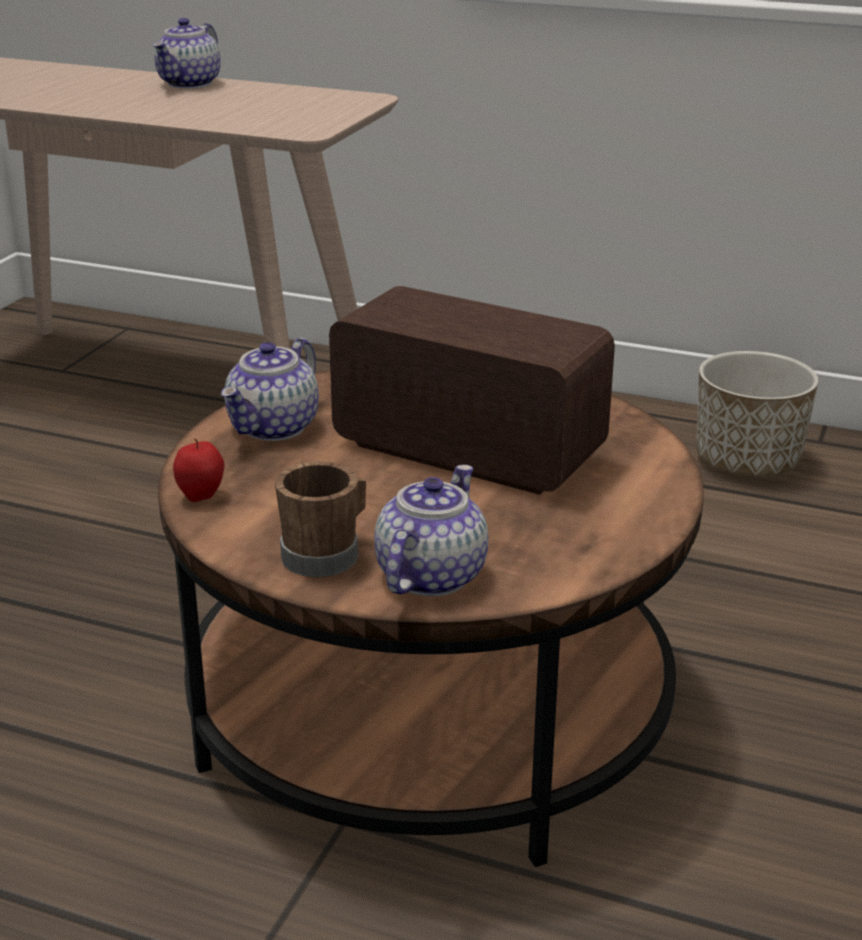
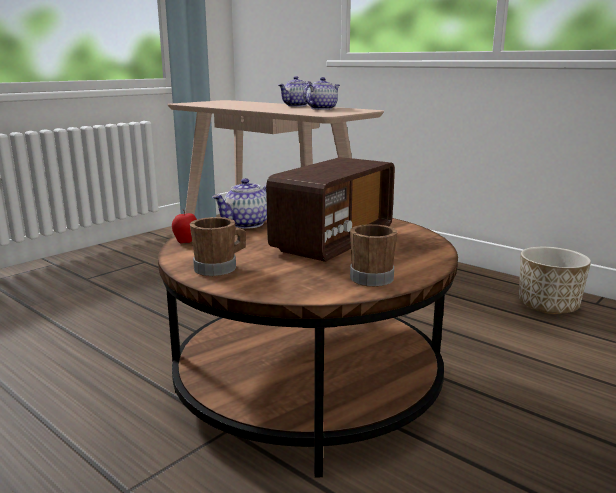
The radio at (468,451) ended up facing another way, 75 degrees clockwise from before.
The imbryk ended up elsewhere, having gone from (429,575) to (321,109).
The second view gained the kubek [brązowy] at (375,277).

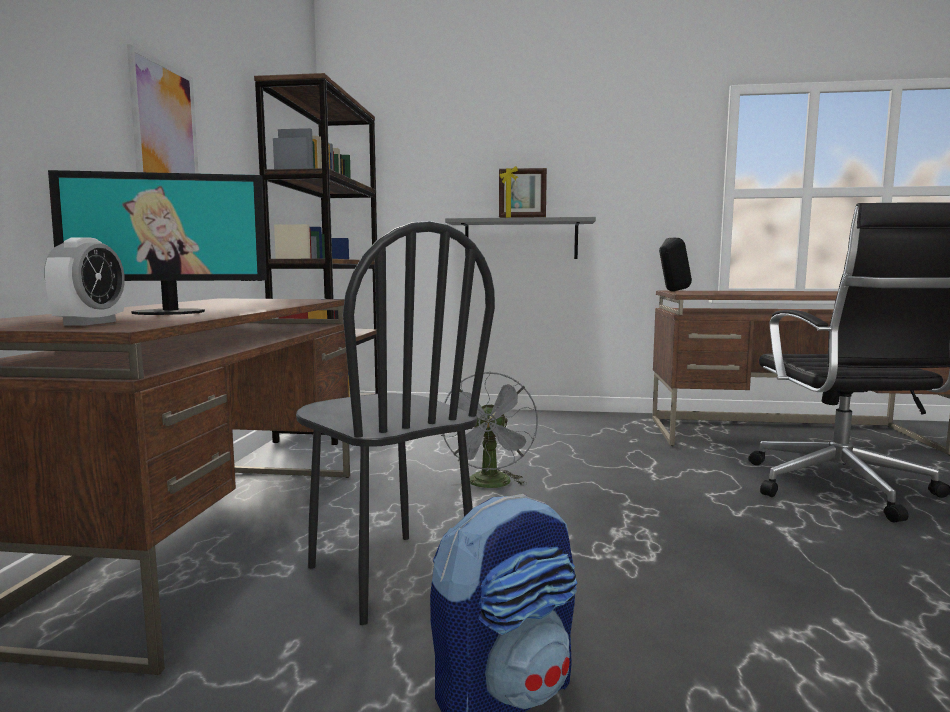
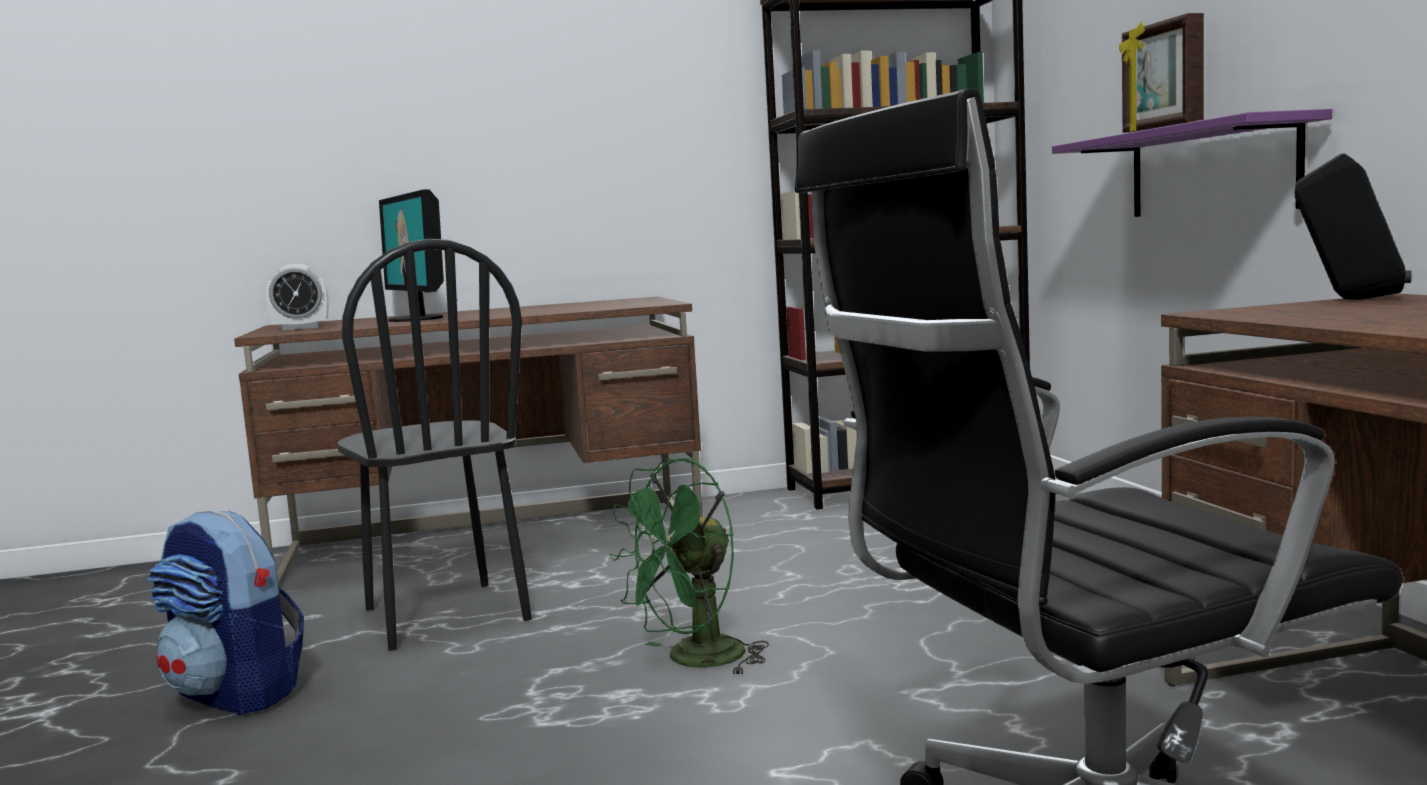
The second view lost the obraz at (165,124).
The krzesło [czarny] at (389,574) ended up facing another way, 60 degrees counterclockwise from before.
The second view lost the wentylator [szary] at (491,485).
What was the półka [szary] at (521,239) turned into the półka [fioletowy] at (1211,170).
The second view gained the wentylator [zielony] at (694,661).

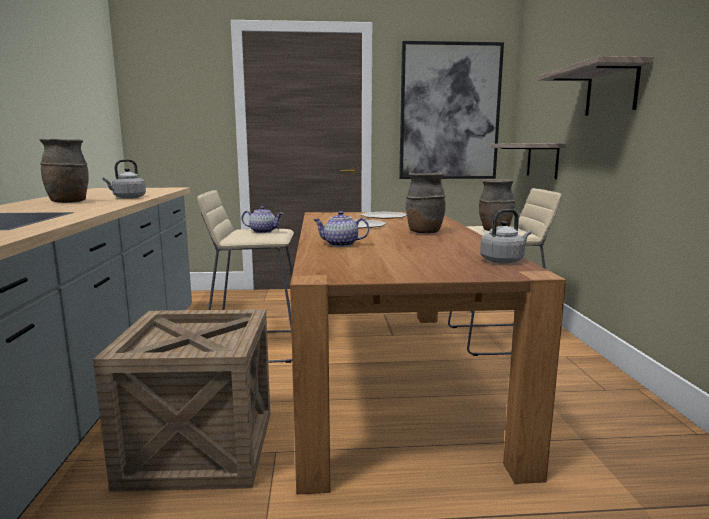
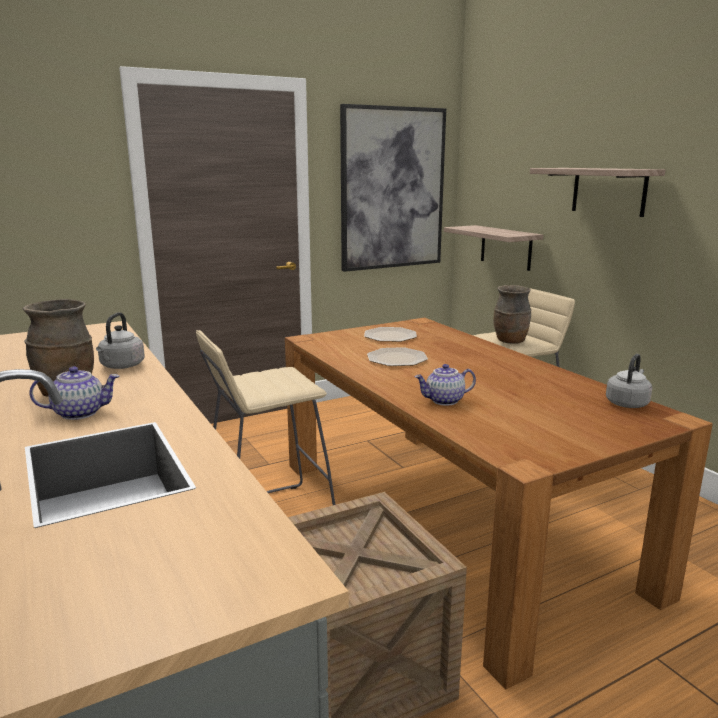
The imbryk ended up elsewhere, having gone from (263,231) to (80,413).
The second view lost the wazon [brązowy] at (424,232).

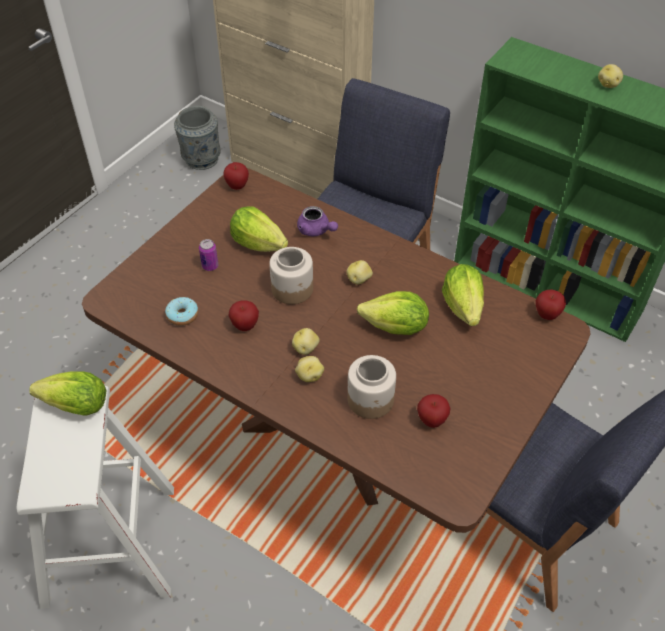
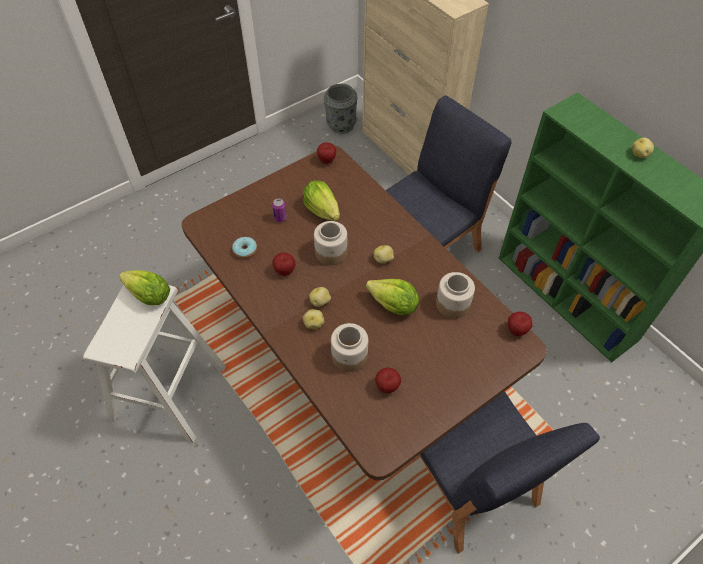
The second view lost the imbryk [fioletowy] at (316,230).
Where the sałata stood at (463,306), the słoik came to stand at (453,304).

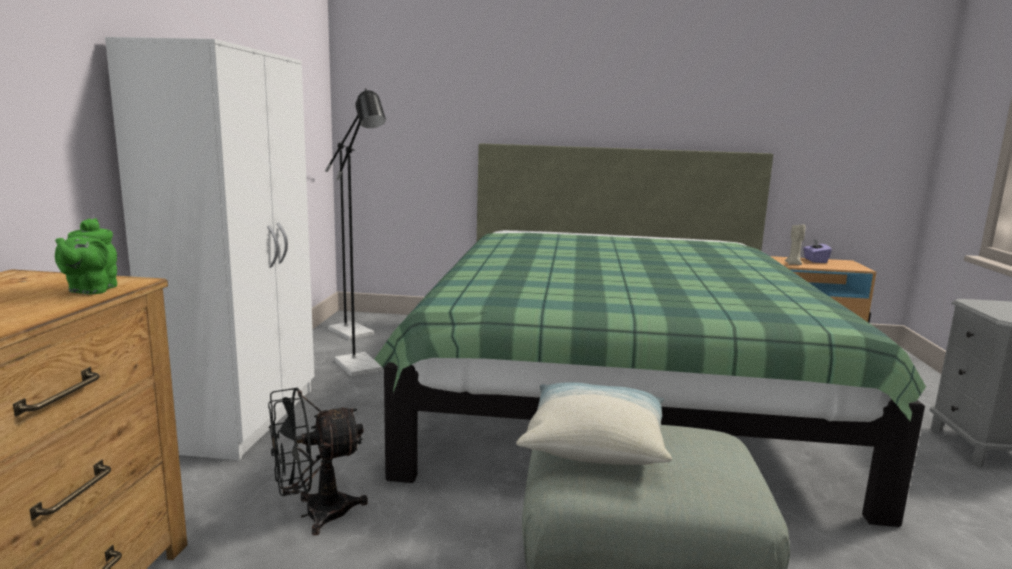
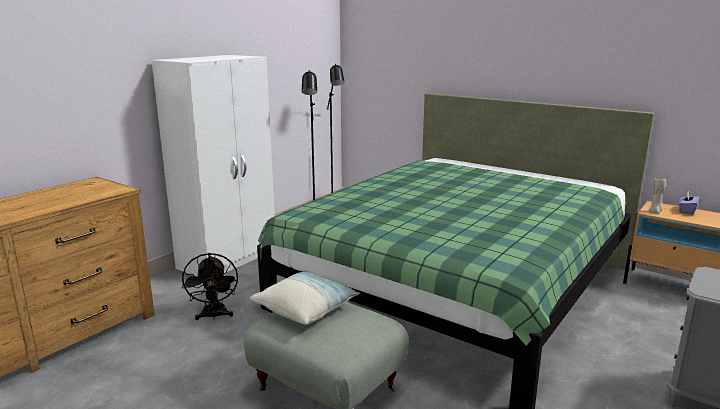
The second view lost the imbryk [zielony] at (91,290).
The wentylator [czarny] at (315,514) ended up facing another way, 105 degrees counterclockwise from before.

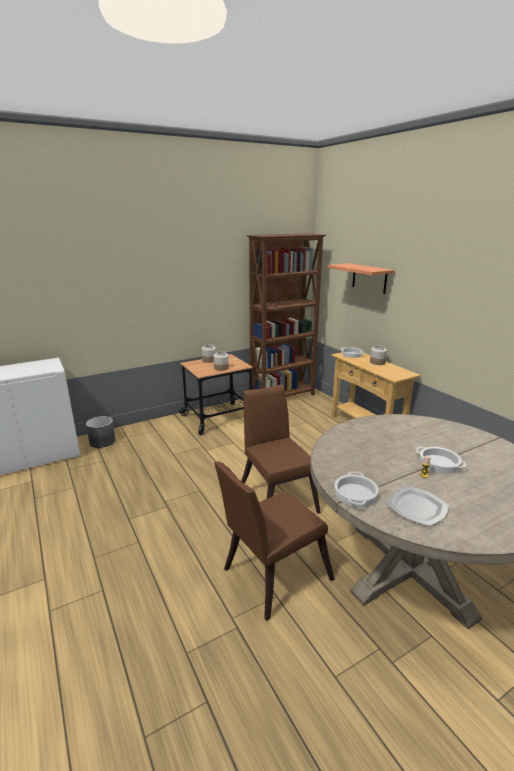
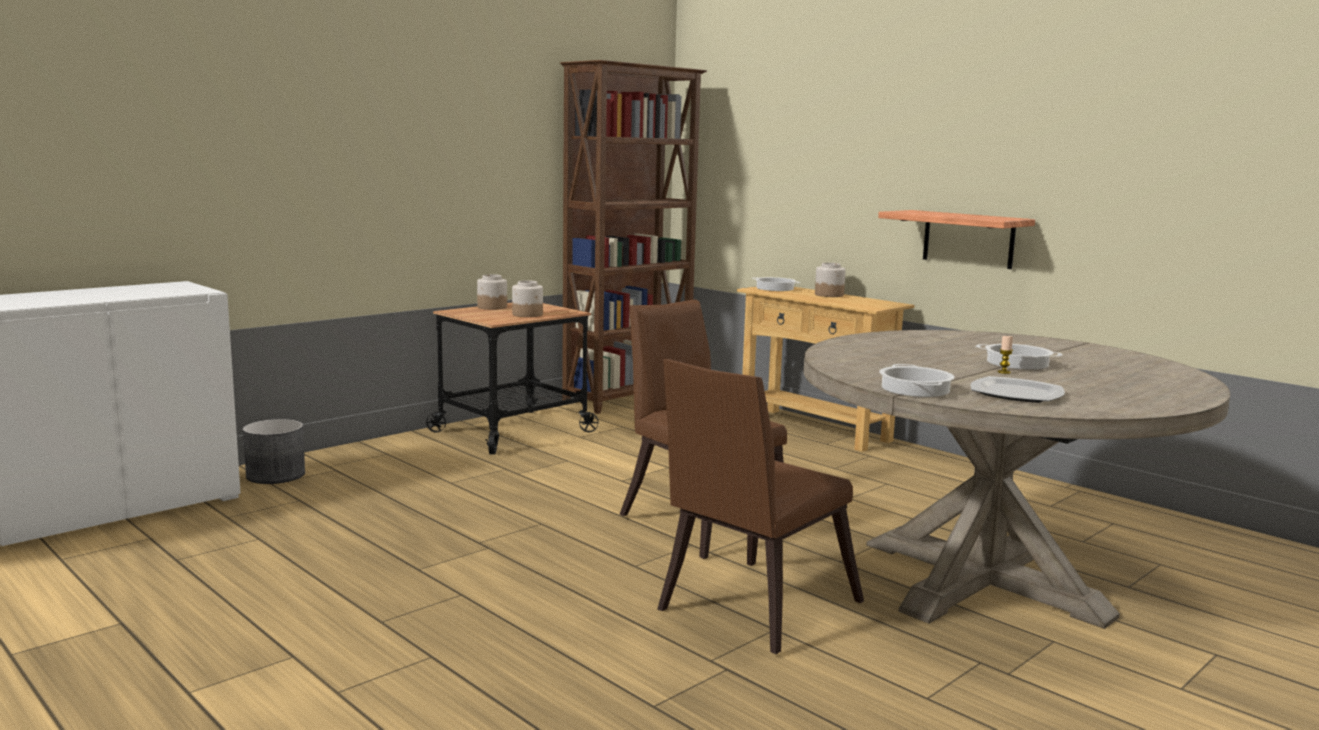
The półka ended up elsewhere, having gone from (369,278) to (968,239).

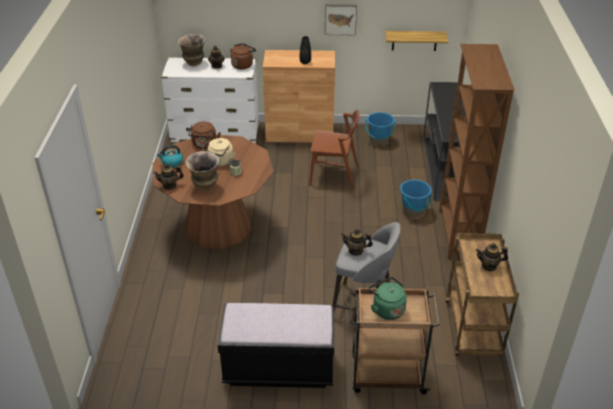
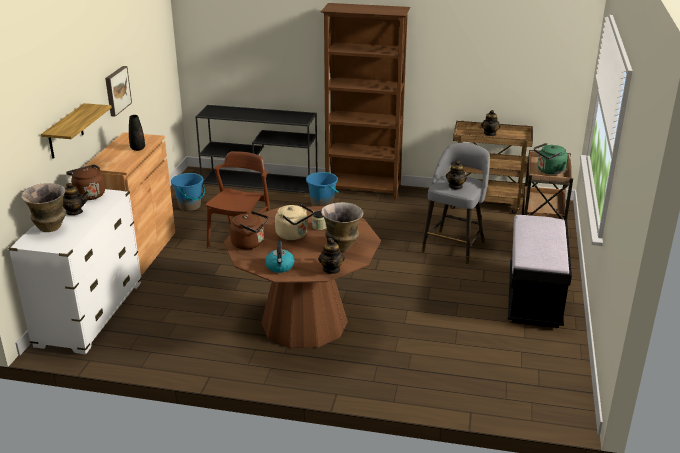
The półka ended up elsewhere, having gone from (414,40) to (65,132).

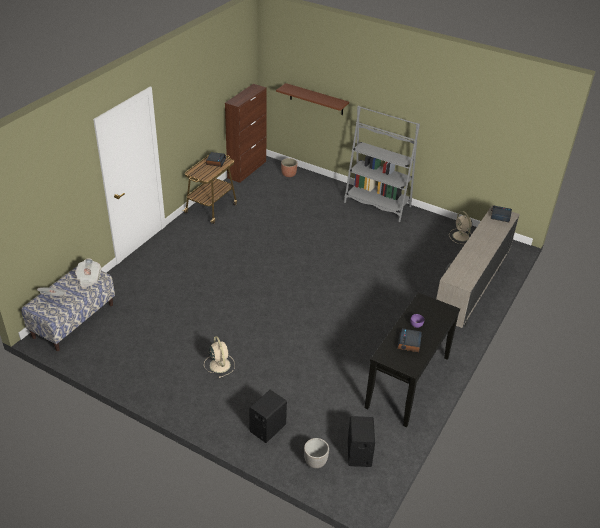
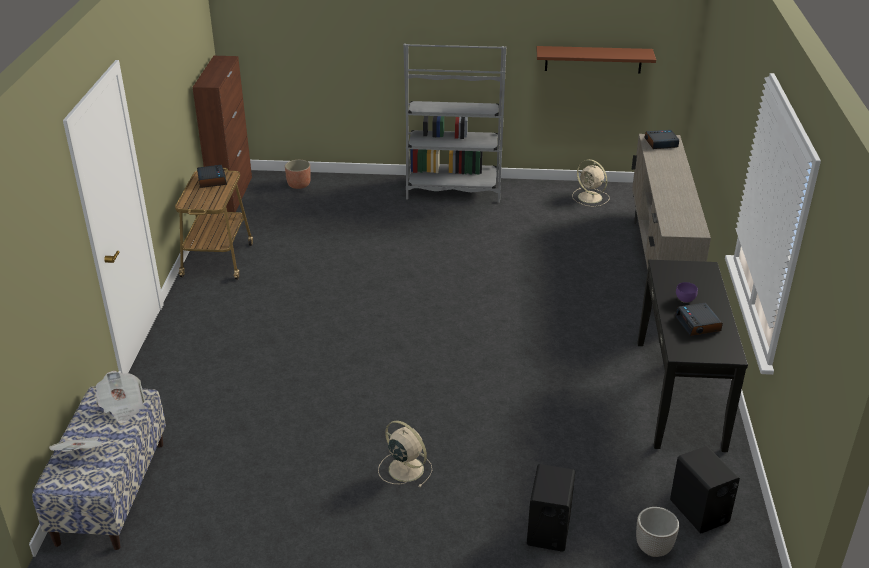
The półka [brązowy] ended up elsewhere, having gone from (316,99) to (593,59).

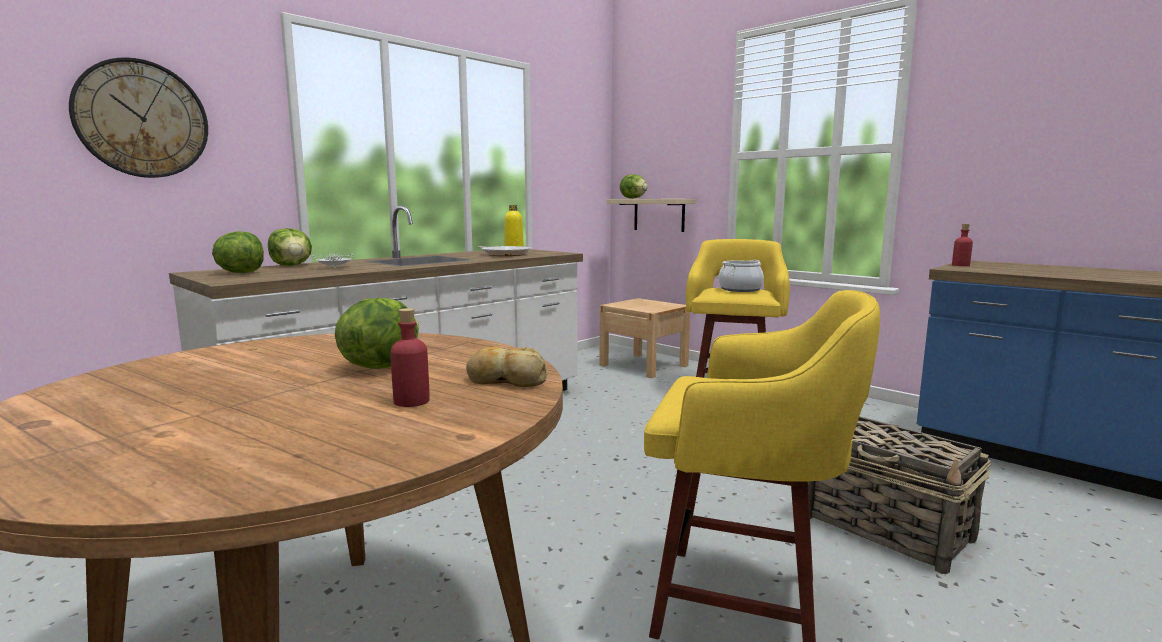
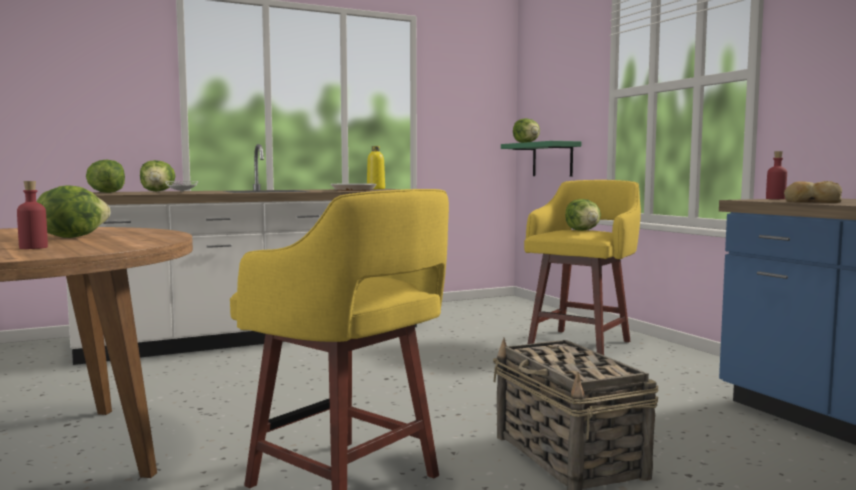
The second view lost the zegar ścienny at (142,119).
The chleb ended up elsewhere, having gone from (506,380) to (811,202).
The second view lost the szafka nocna [beżowy] at (643,365).
What was the półka [beżowy] at (659,215) turned into the półka [zielony] at (552,159).
Where the garnek stood at (740,289), the sałata came to stand at (583,230).

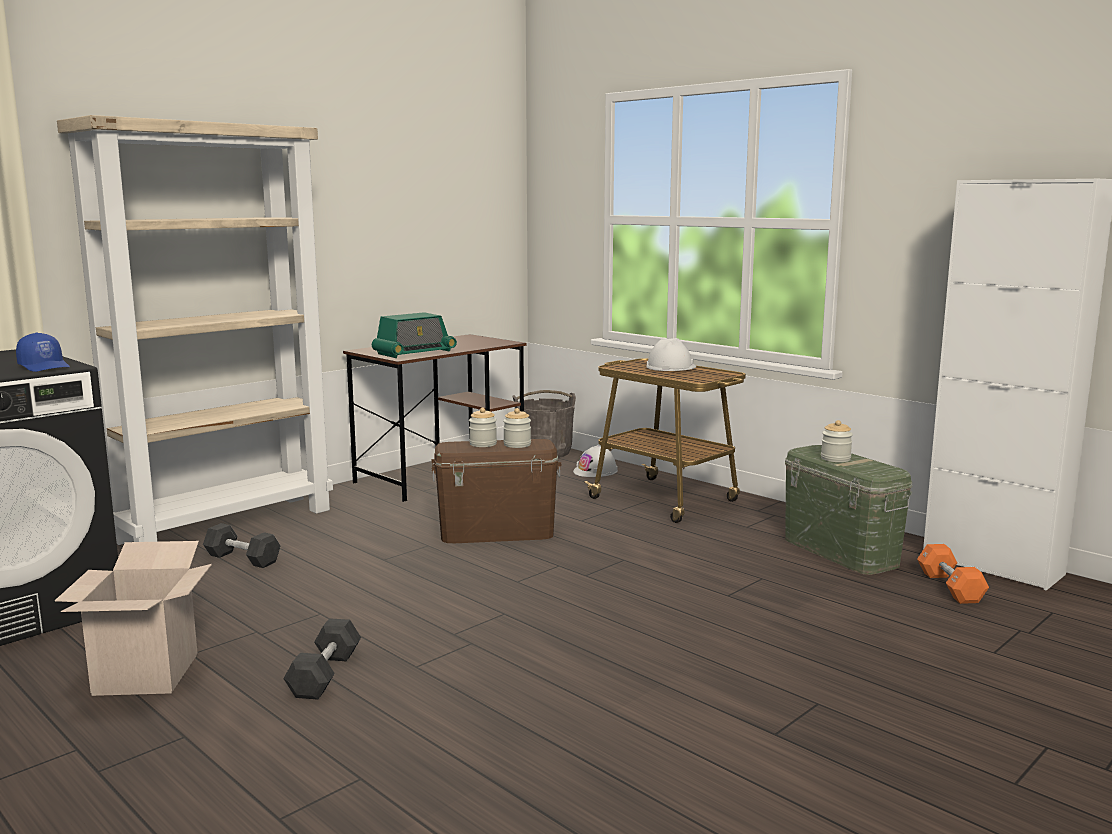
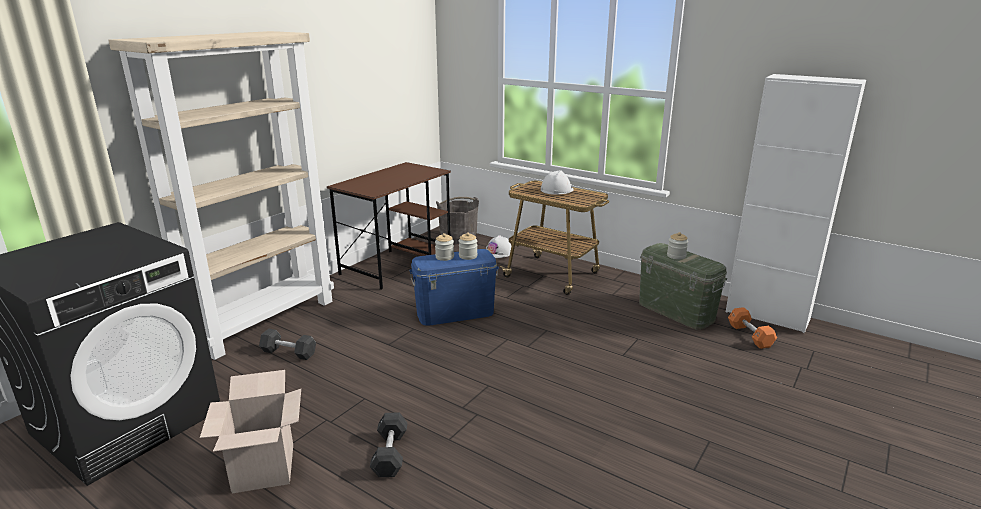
The second view lost the czapka z daszkiem [niebieski] at (45,367).
The second view lost the radio at (414,352).
What was the pojemnik do przechowywania [brązowy] at (497,532) turned into the pojemnik do przechowywania [niebieski] at (455,313).

